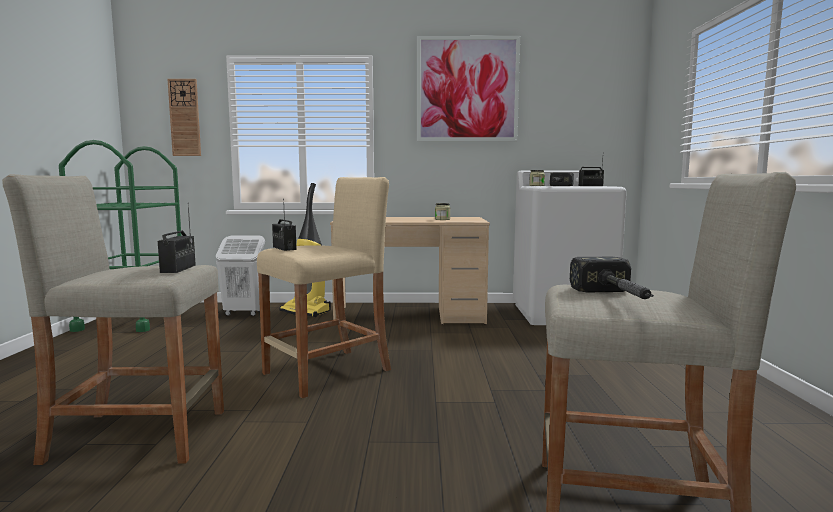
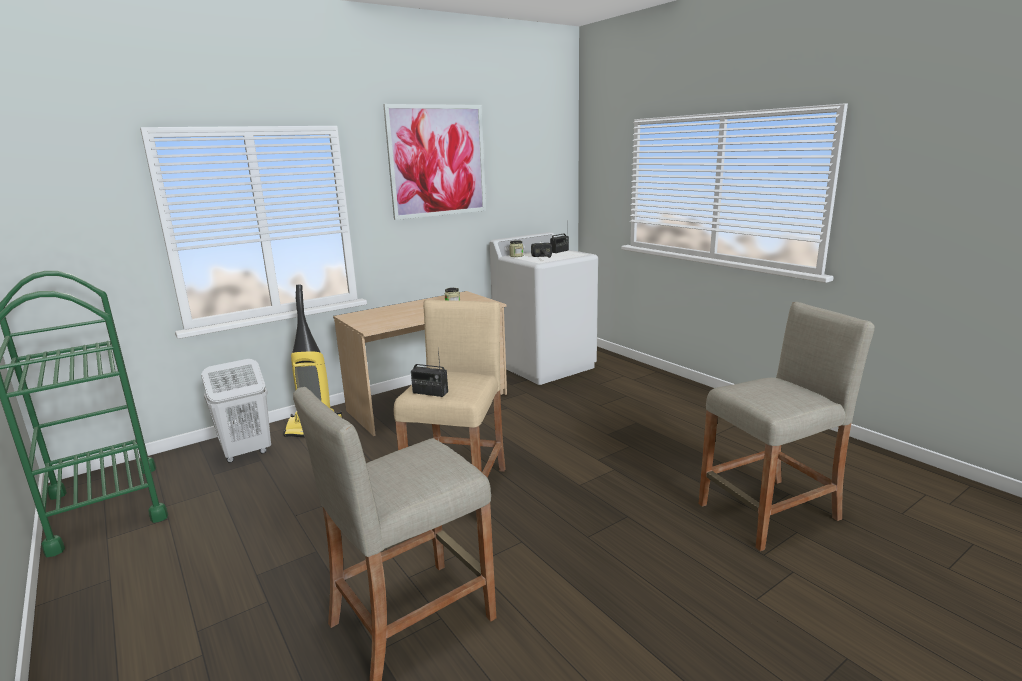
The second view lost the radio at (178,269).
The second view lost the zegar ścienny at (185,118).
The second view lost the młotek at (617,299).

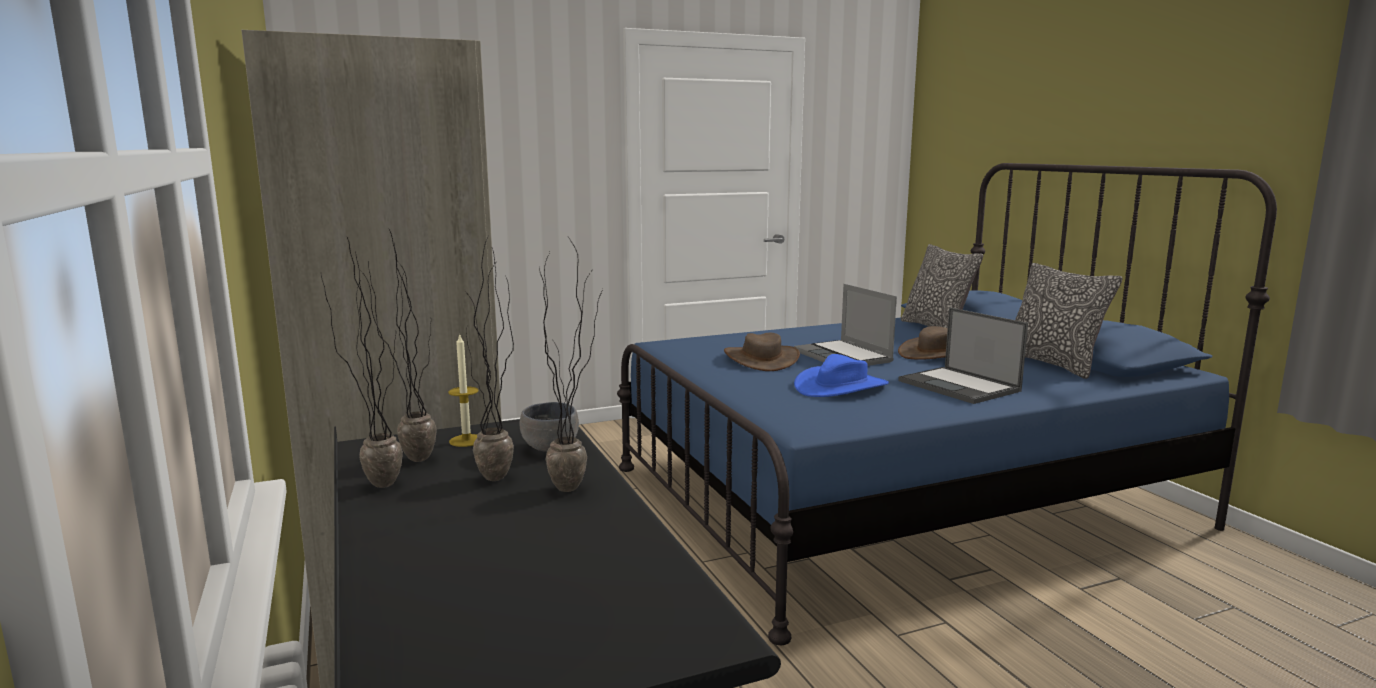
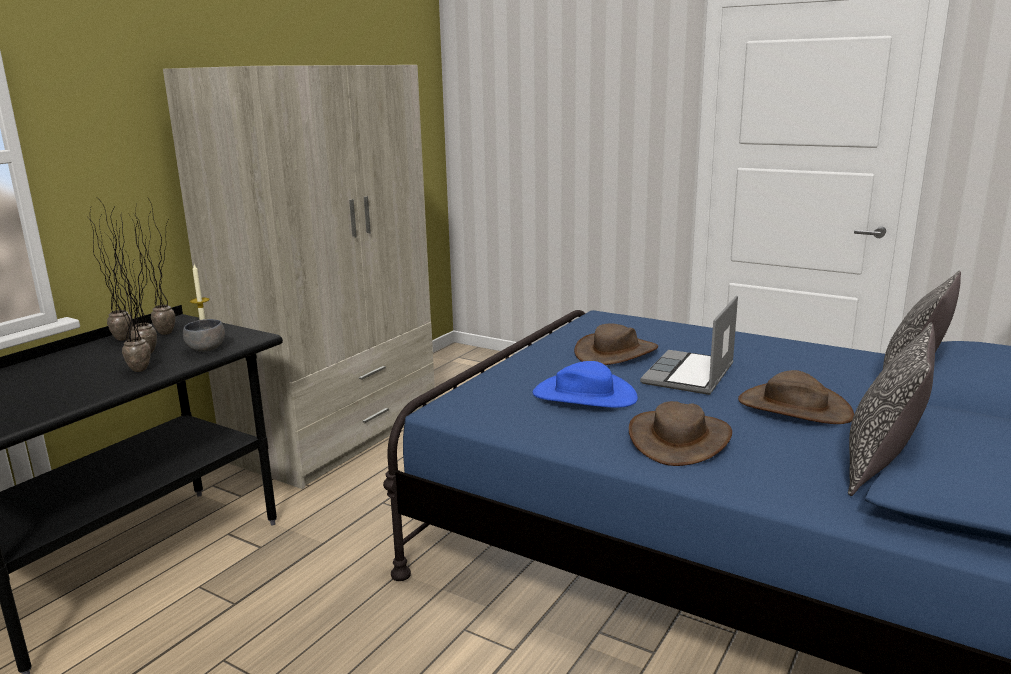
Where the laptop stood at (960,386), the kapelusz [brązowy] came to stand at (679,439).

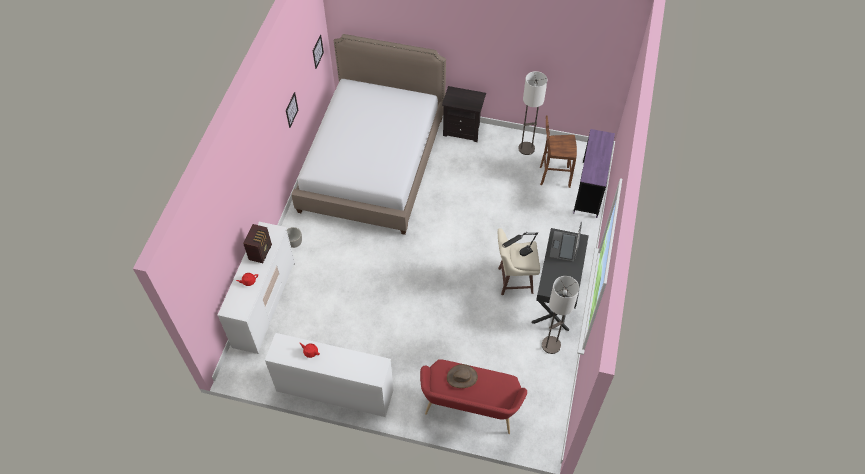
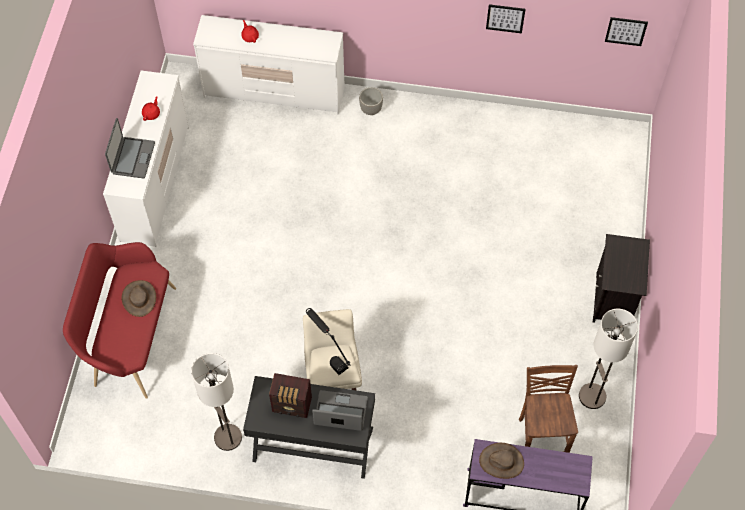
The radio ended up elsewhere, having gone from (261,251) to (292,405).
The second view lost the łóżko at (373,163).
The second view gained the laptop at (132,158).
The second view gained the kapelusz [brązowy] at (501,461).

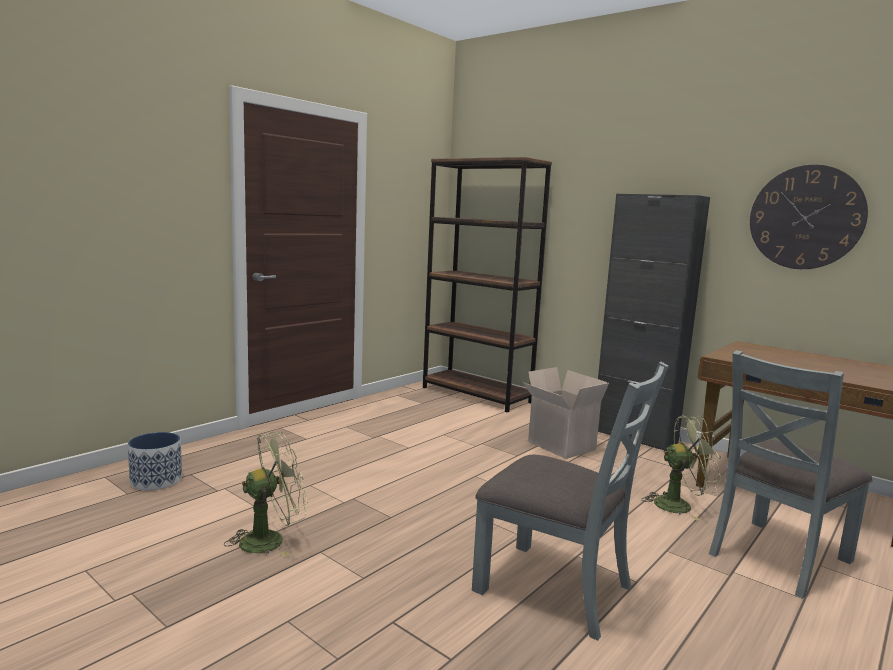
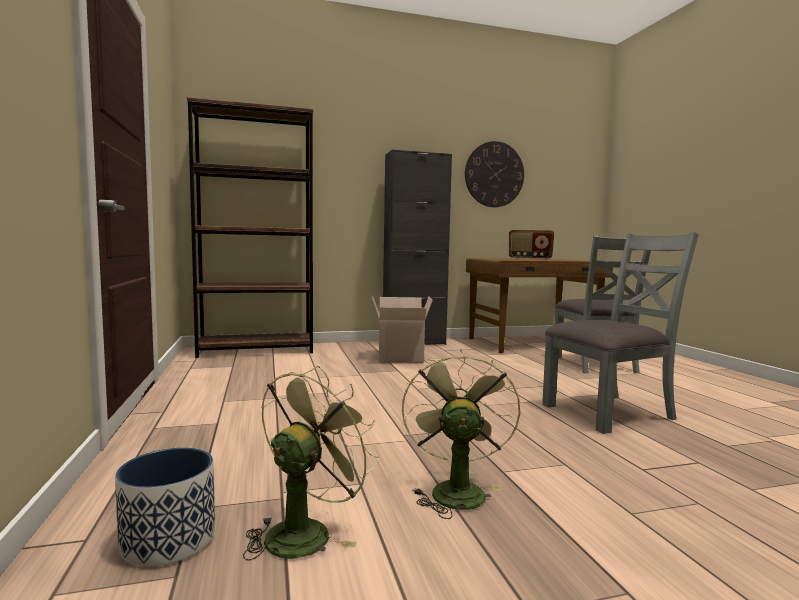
The wentylator [zielony] ended up elsewhere, having gone from (680,505) to (306,531).
The second view gained the radio at (530,259).

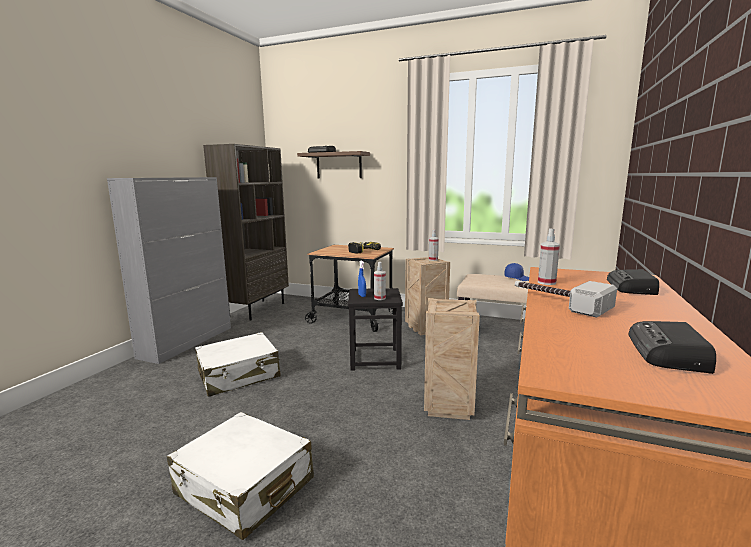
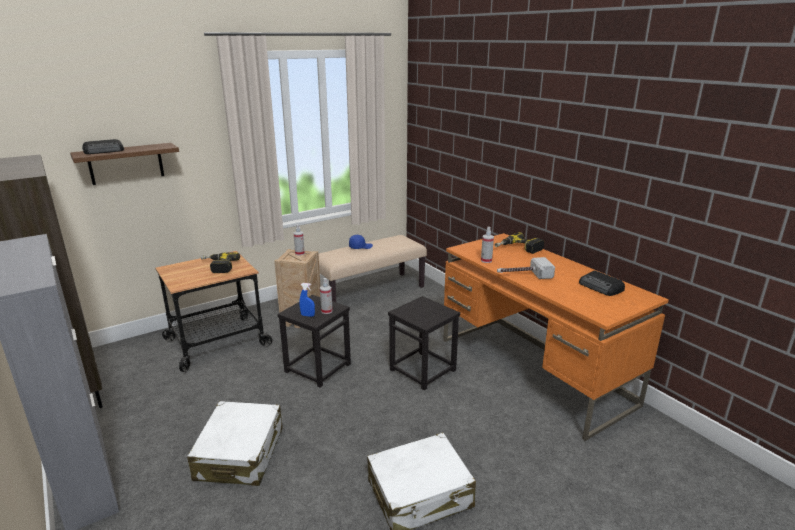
Where the skrzynka stood at (449,407), the stołek [czarny] came to stand at (423,370).
Where the radio stood at (632,287), the wiertarka came to stand at (518,249).

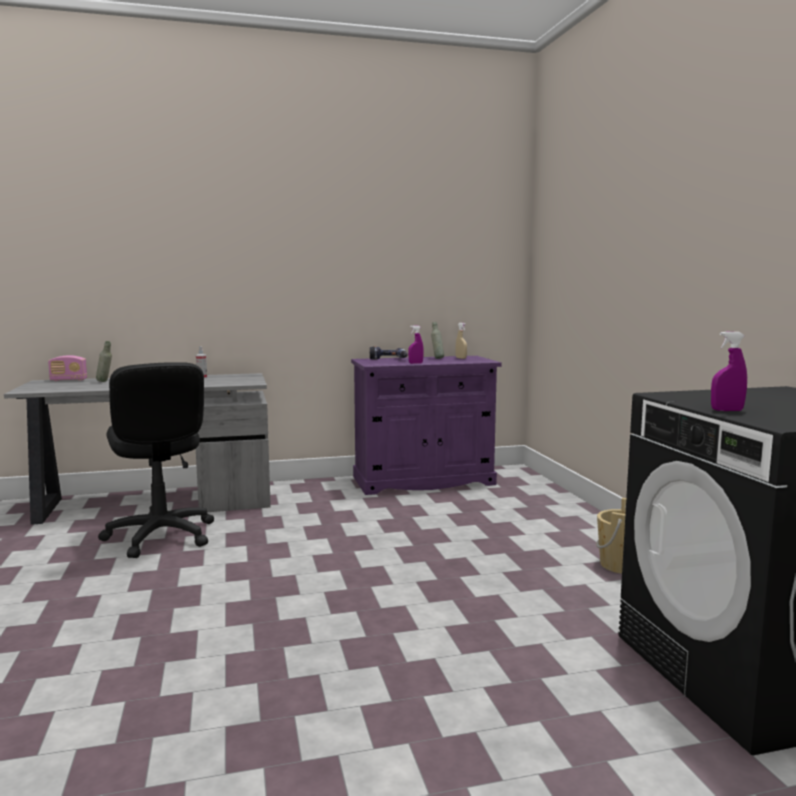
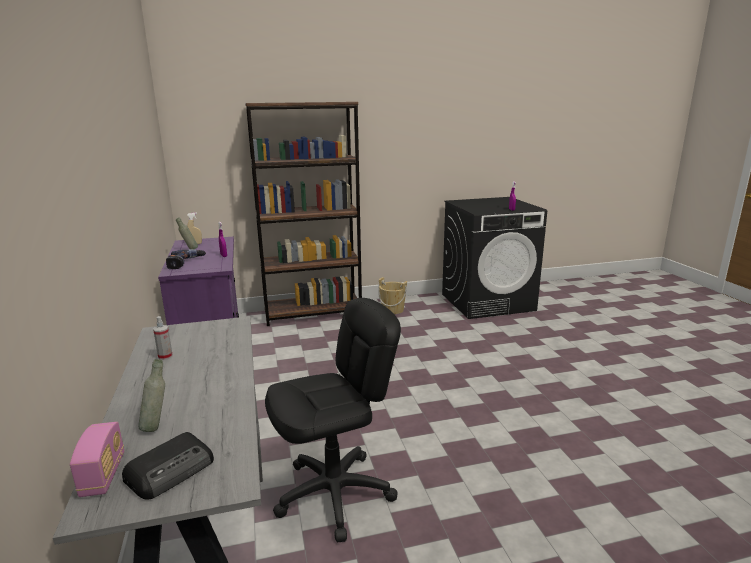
The second view gained the radio at (172,470).
The second view gained the regał [brązowy] at (313,313).

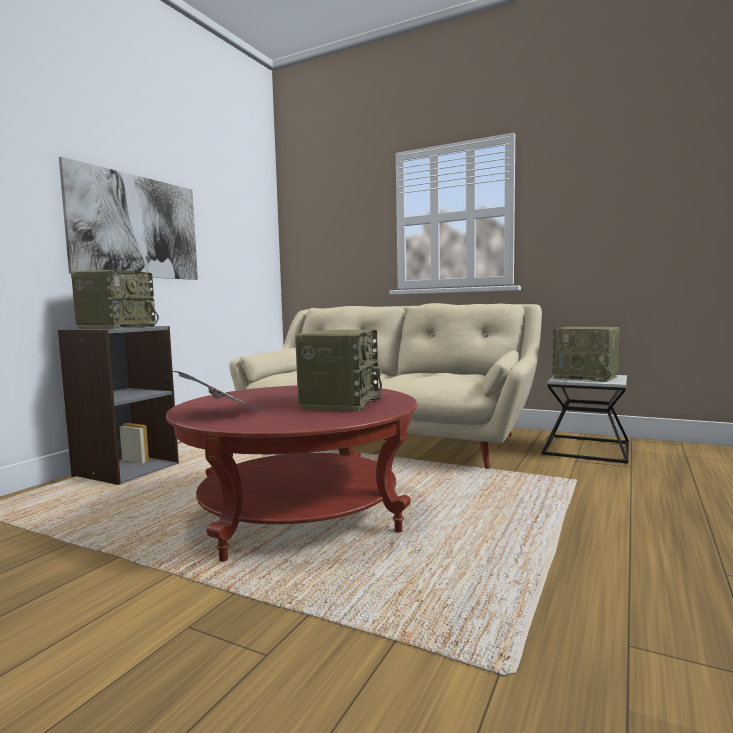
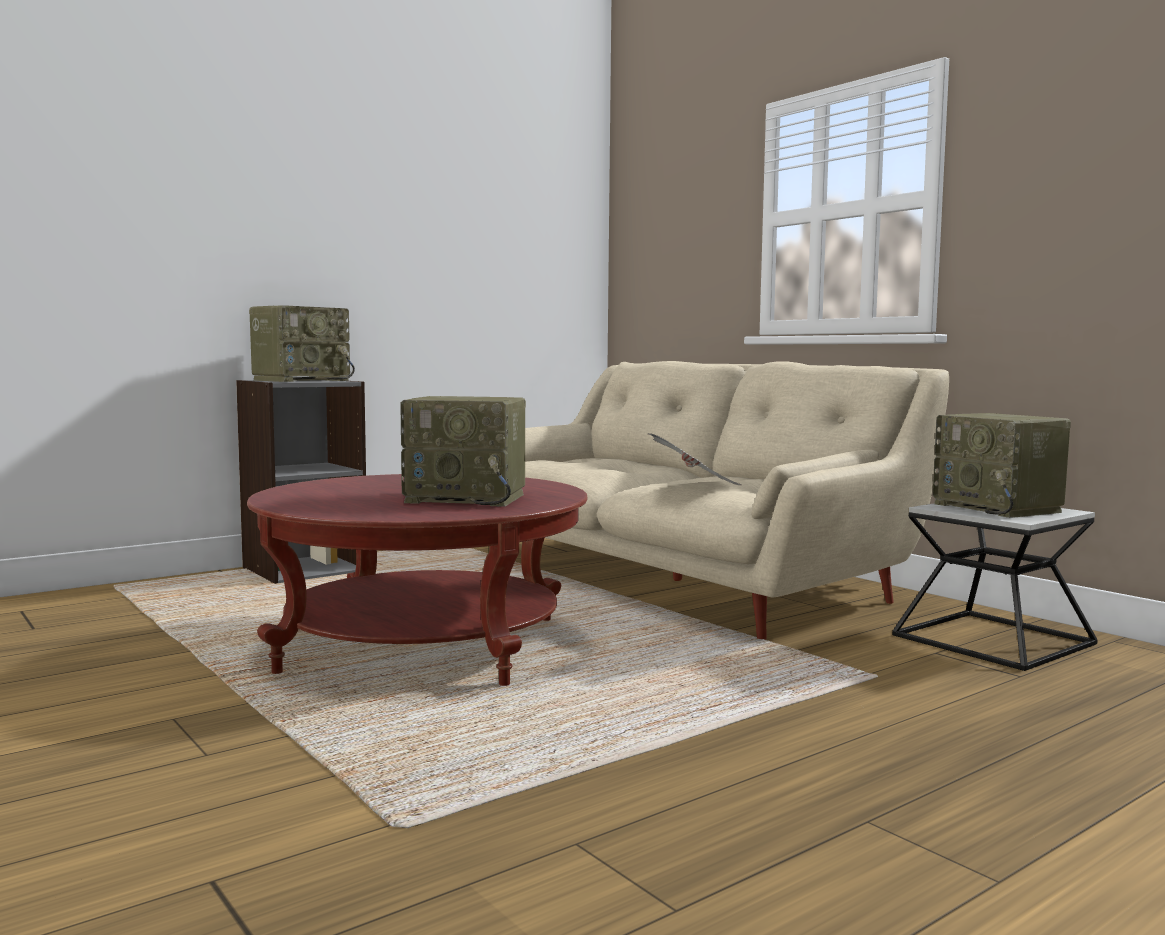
The second view lost the obraz at (136,226).
The gazeta ended up elsewhere, having gone from (222,414) to (694,484).
The radio at (340,403) ended up facing another way, 60 degrees clockwise from before.

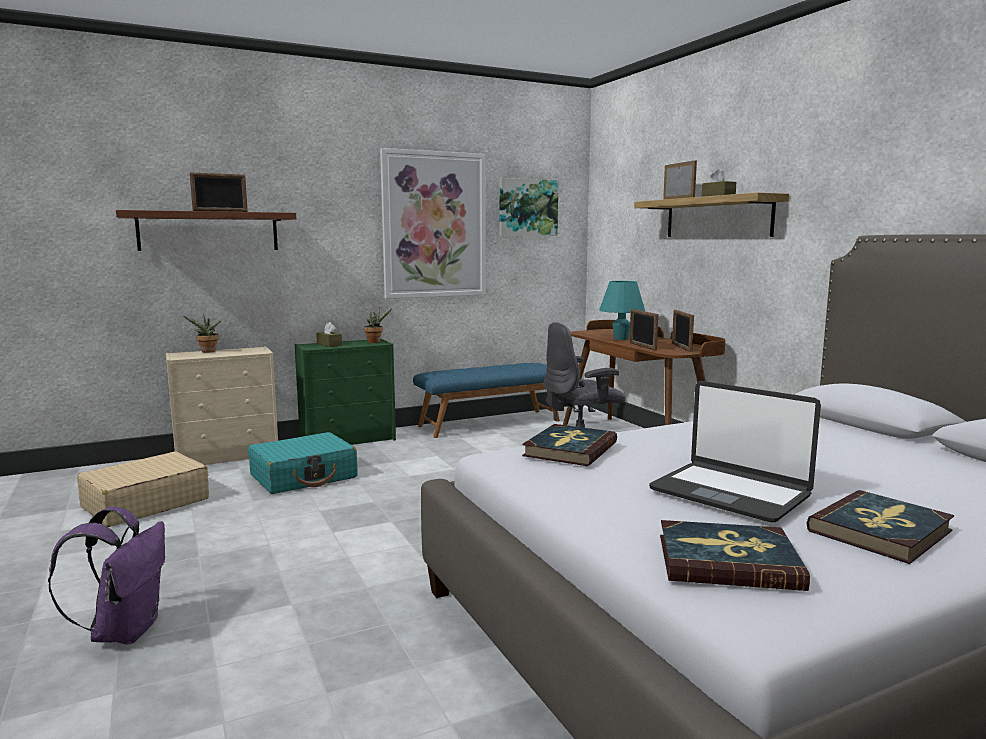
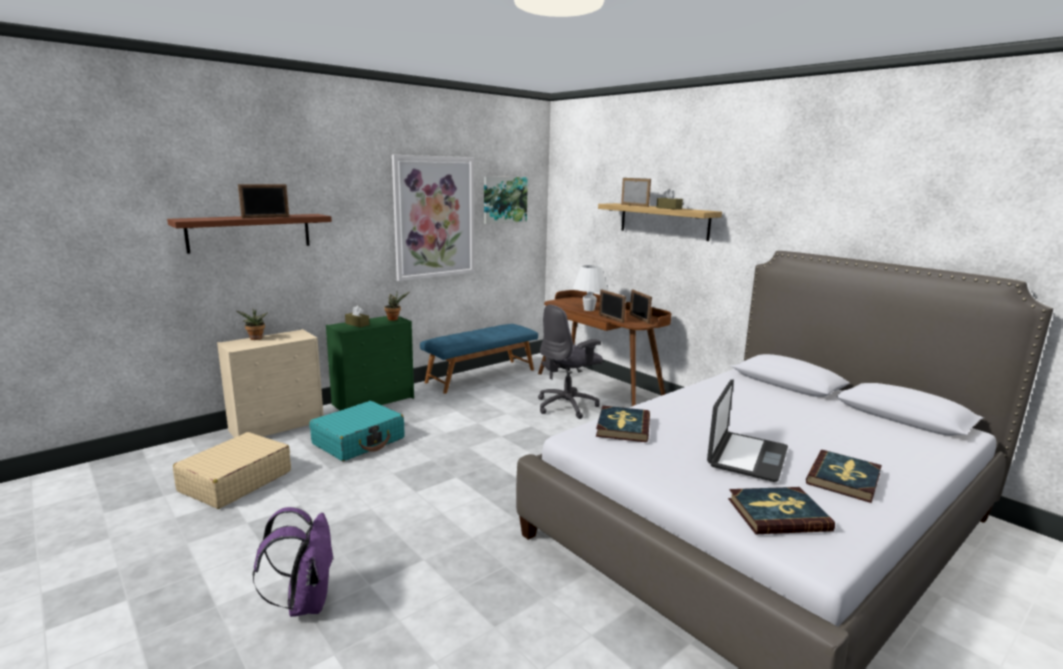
What was the lampa stołowa [turkusowy] at (621,339) turned into the lampa stołowa [biały] at (589,310).
The laptop at (730,493) ended up facing another way, 90 degrees counterclockwise from before.

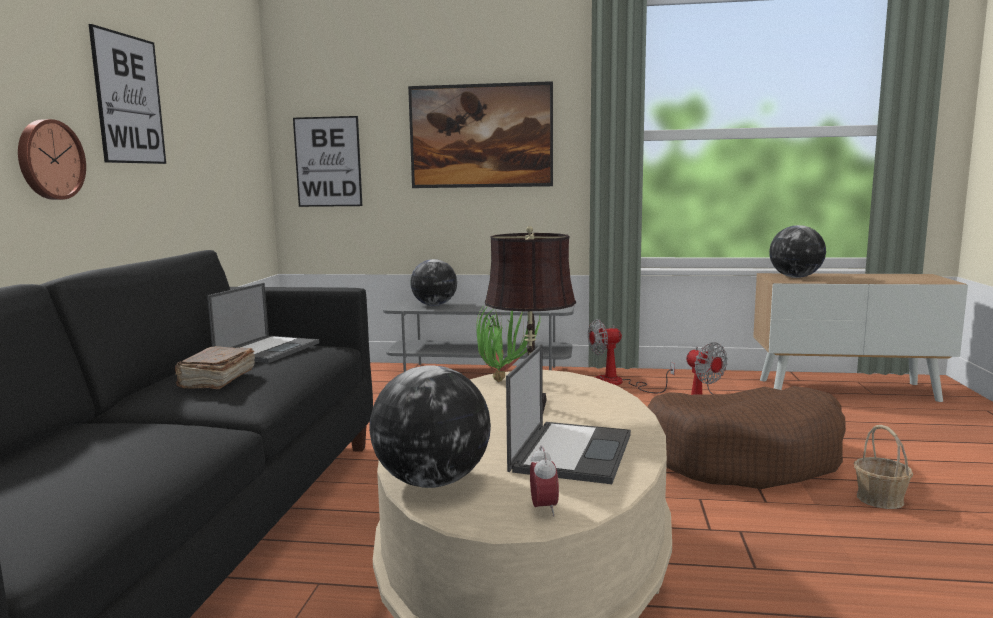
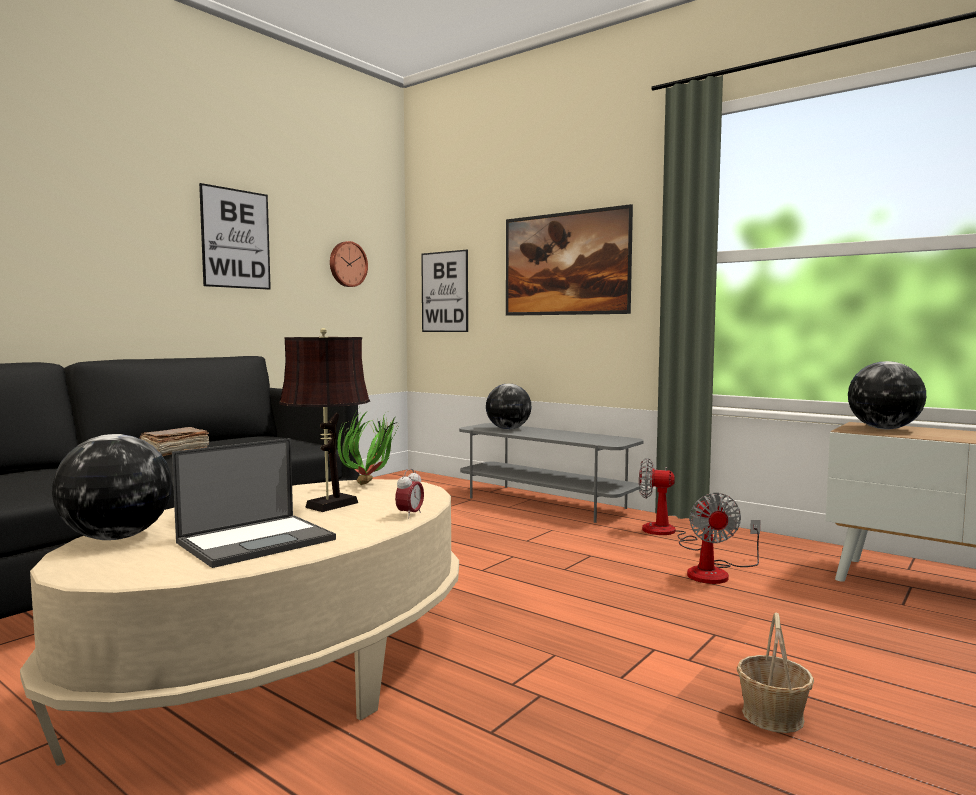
The zegar ścienny ended up elsewhere, having gone from (49,160) to (347,264).
The second view lost the laptop at (268,350).
The budzik ended up elsewhere, having gone from (543,509) to (410,515).
The second view lost the legowisko [brązowy] at (743,458).

